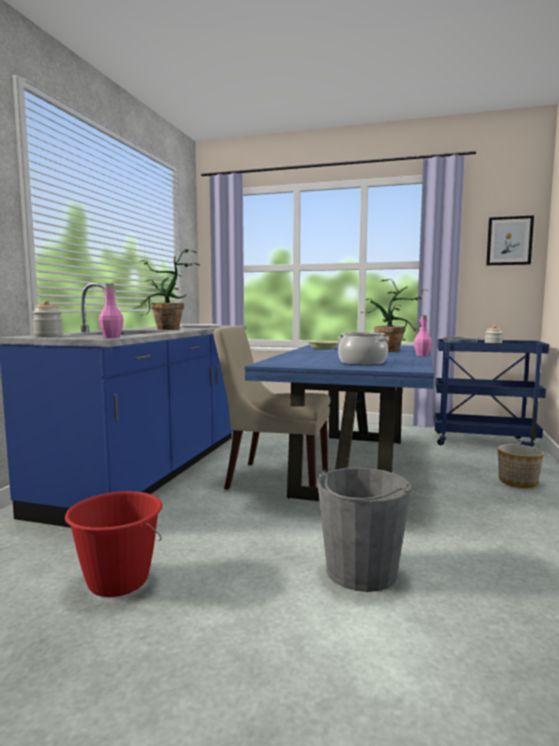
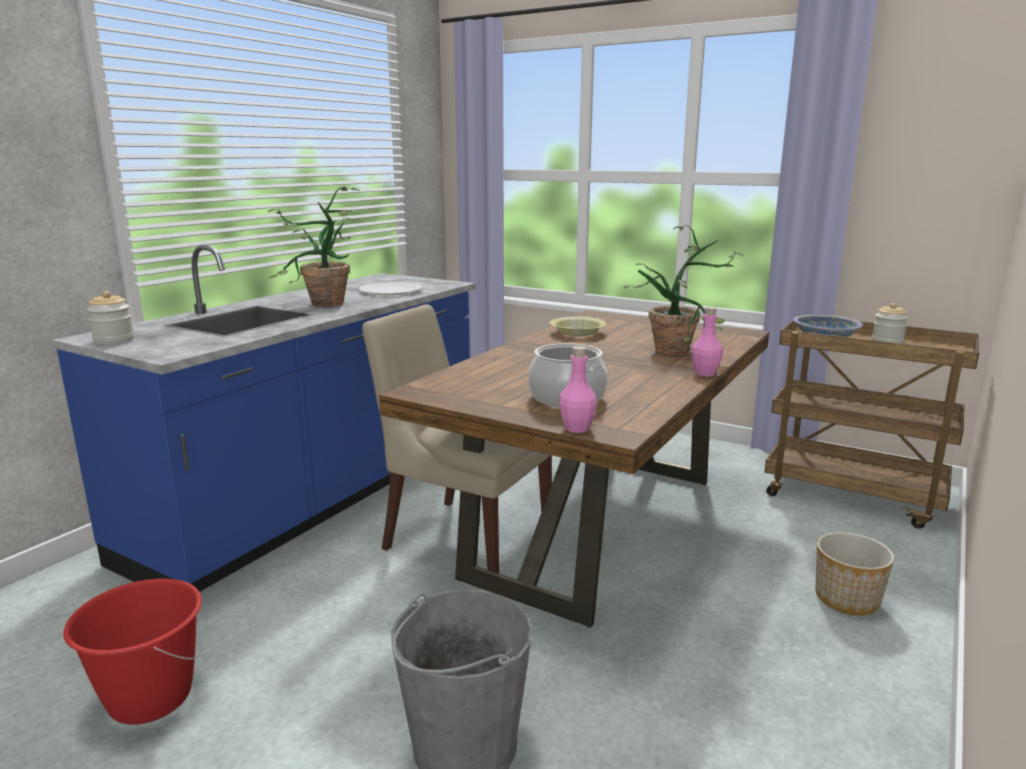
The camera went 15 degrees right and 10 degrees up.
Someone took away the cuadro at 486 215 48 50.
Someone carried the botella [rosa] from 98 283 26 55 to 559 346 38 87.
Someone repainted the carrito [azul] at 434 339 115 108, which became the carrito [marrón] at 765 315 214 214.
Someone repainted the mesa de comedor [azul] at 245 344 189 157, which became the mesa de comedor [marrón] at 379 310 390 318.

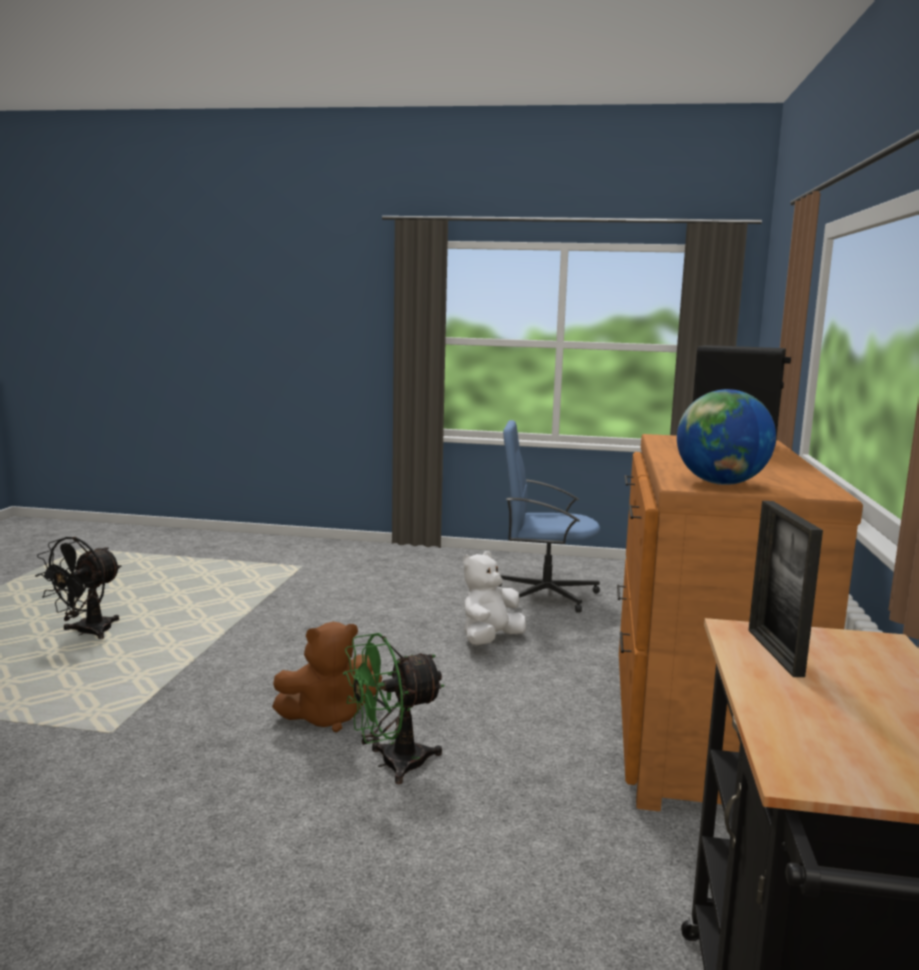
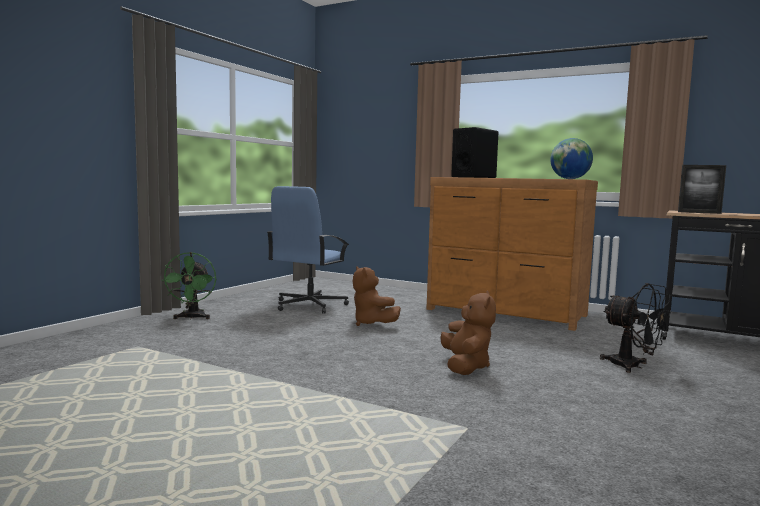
The camera went 70 degrees left and 5 degrees down.
Someone carried the ventilador [negro] from 35 537 86 102 to 600 283 71 90.
Someone repainted the peluche [blanco] at 463 551 63 94, which became the peluche [marrón] at 353 266 48 60.
Someone carried the ventilador [verde] from 343 633 102 151 to 161 252 55 68.

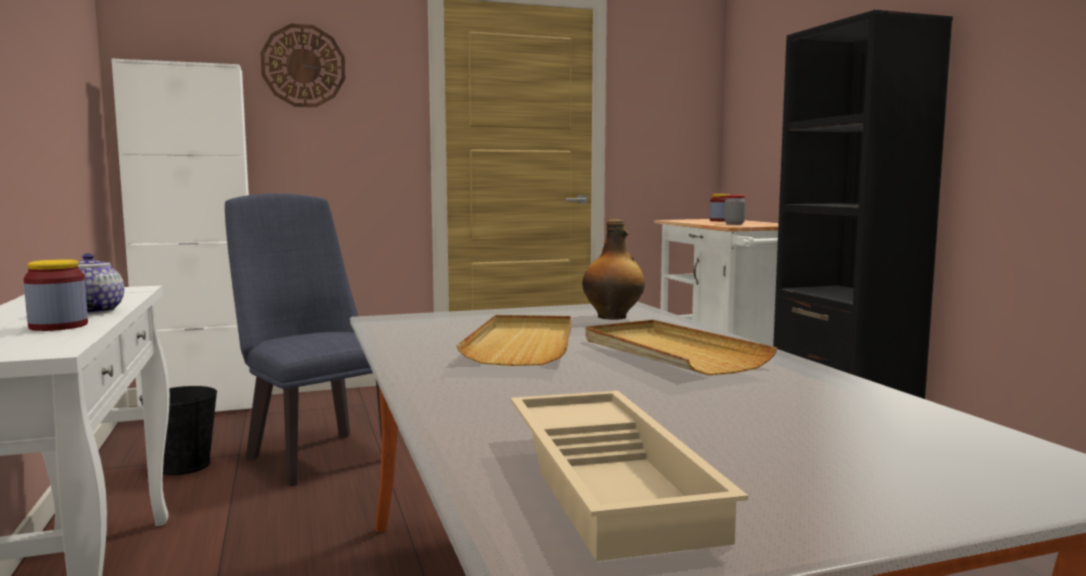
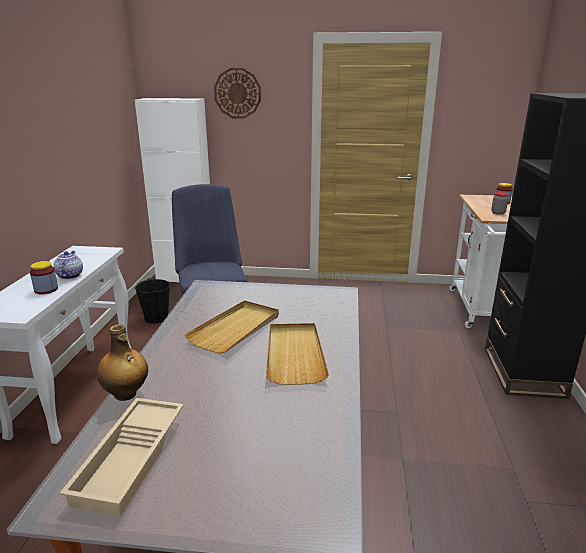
The camera went 25 degrees right and 15 degrees up.
Someone carried the botella from 582 220 63 100 to 97 324 51 77.

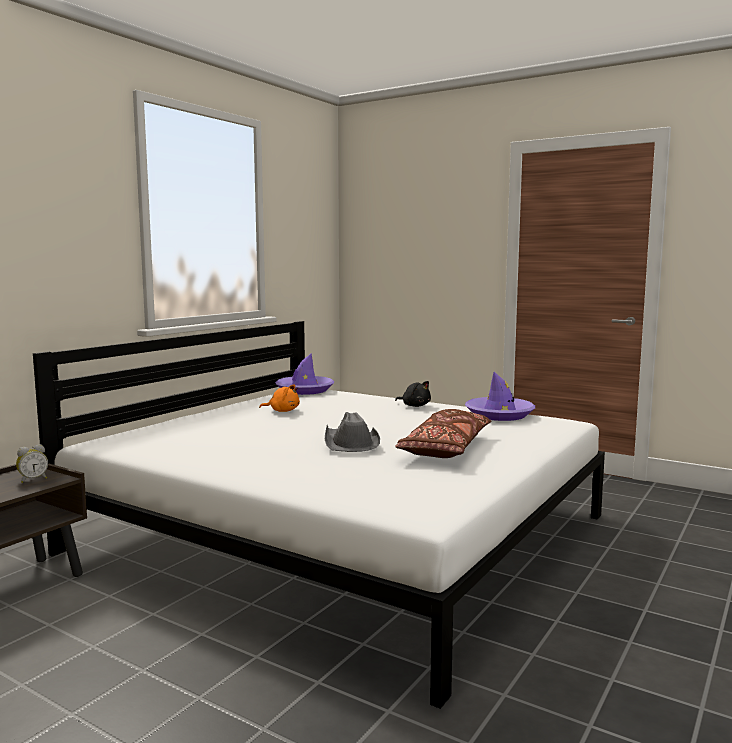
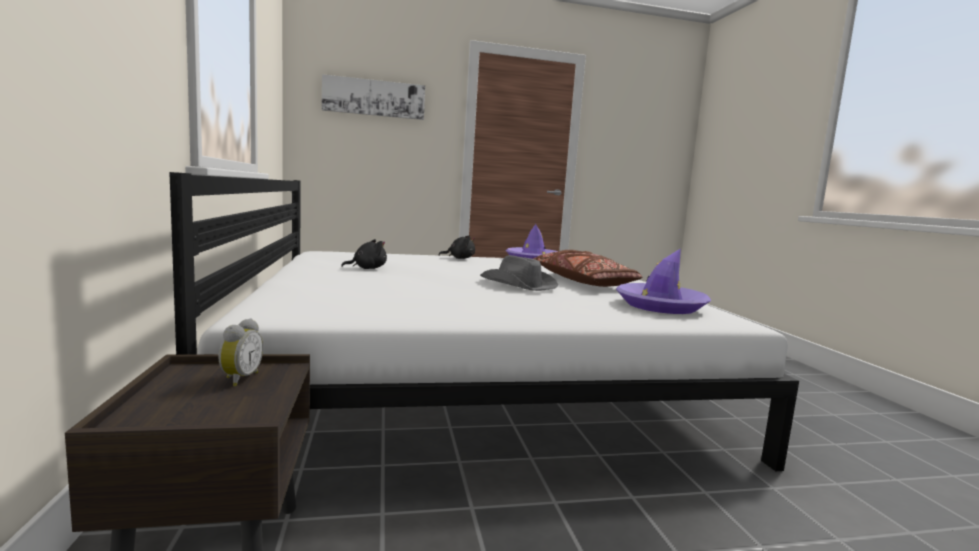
The camera went 45 degrees left and 0 degrees up.
Someone carried the sombrero [morado] from 275 353 59 42 to 616 248 95 66.
Someone repainted the peluche [naranja] at 259 384 41 28, which became the peluche [negro] at 341 239 46 30.
Someone put up the cuadro at 322 74 103 46.

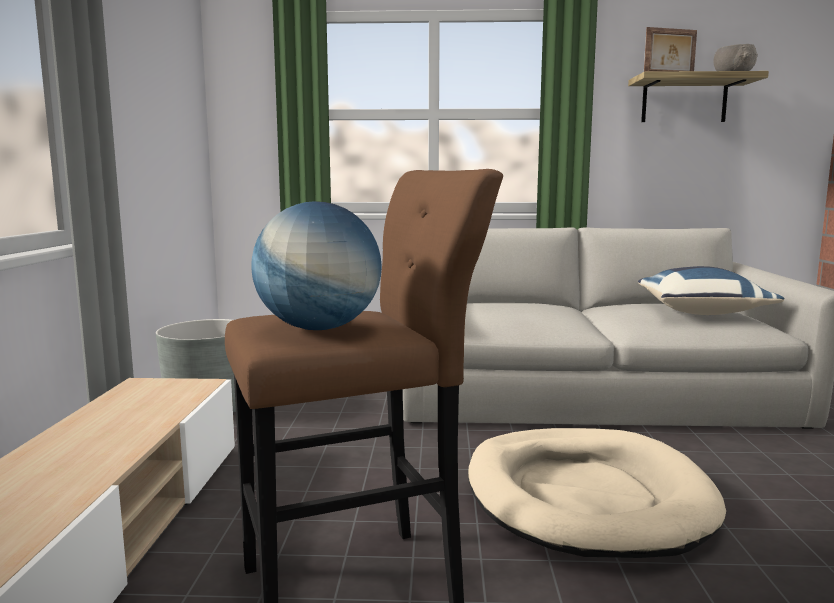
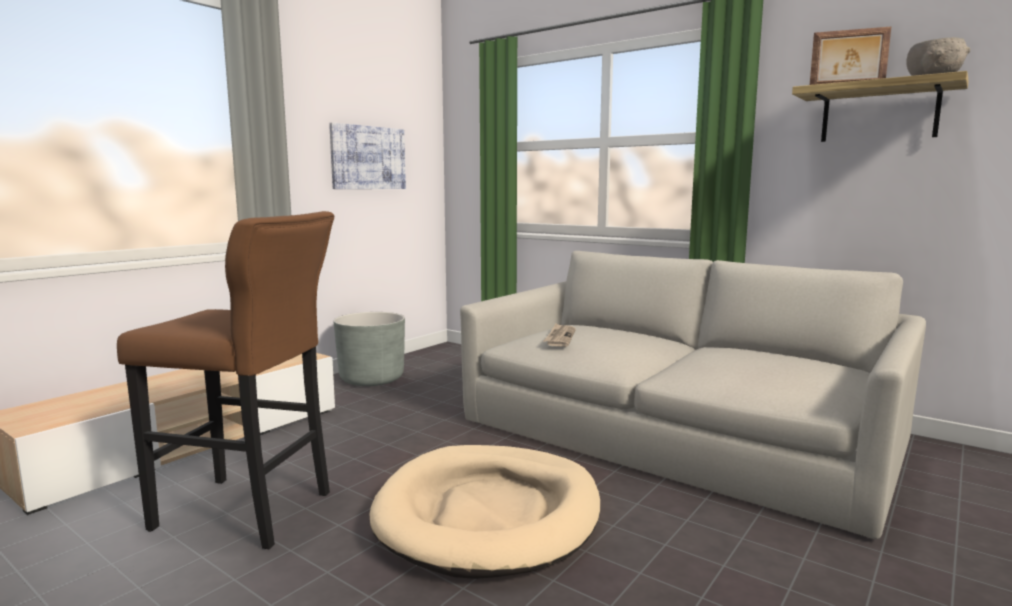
The camera went 35 degrees right and 0 degrees up.
Someone took away the globo terráqueo at 251 201 131 129.
Someone took away the cojín [azul] at 638 266 147 49.
Someone put up the cuadro at 329 122 77 67.
Someone put down the periódico at 544 324 32 23.

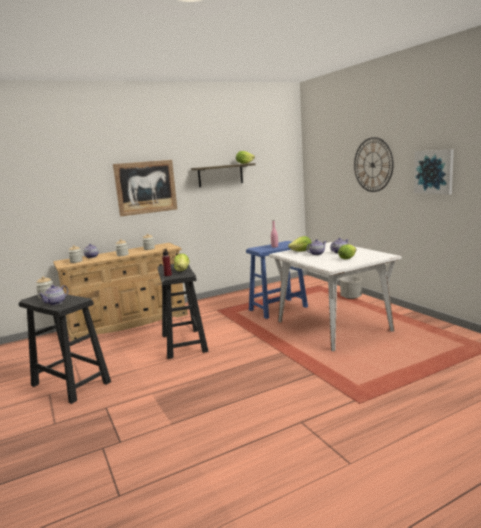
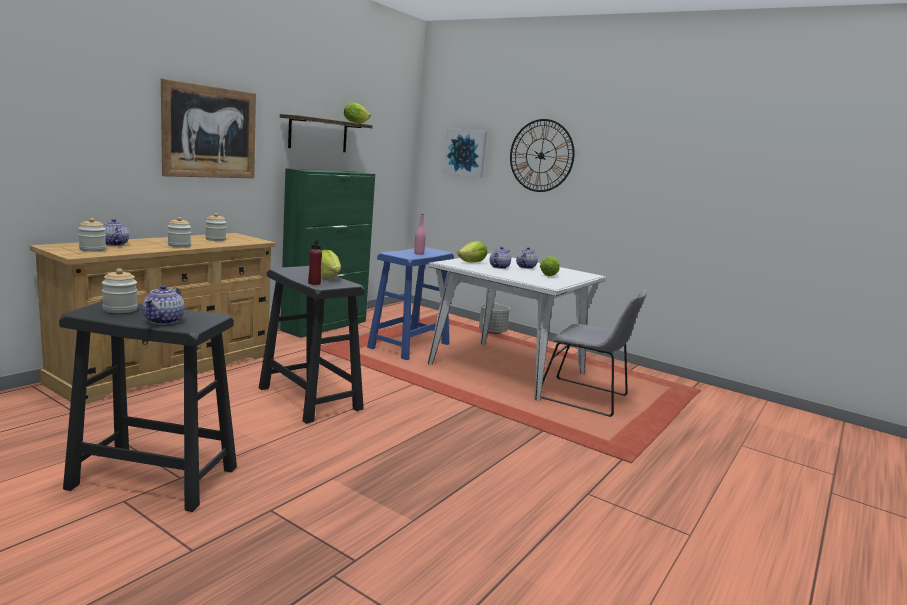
The camera went 30 degrees left and 0 degrees up.
Someone carried the cuadro from 414 149 40 46 to 444 128 43 50.
Someone put down the armario [verde] at 280 168 95 170.
Someone put down the silla [gris] at 541 290 106 127.

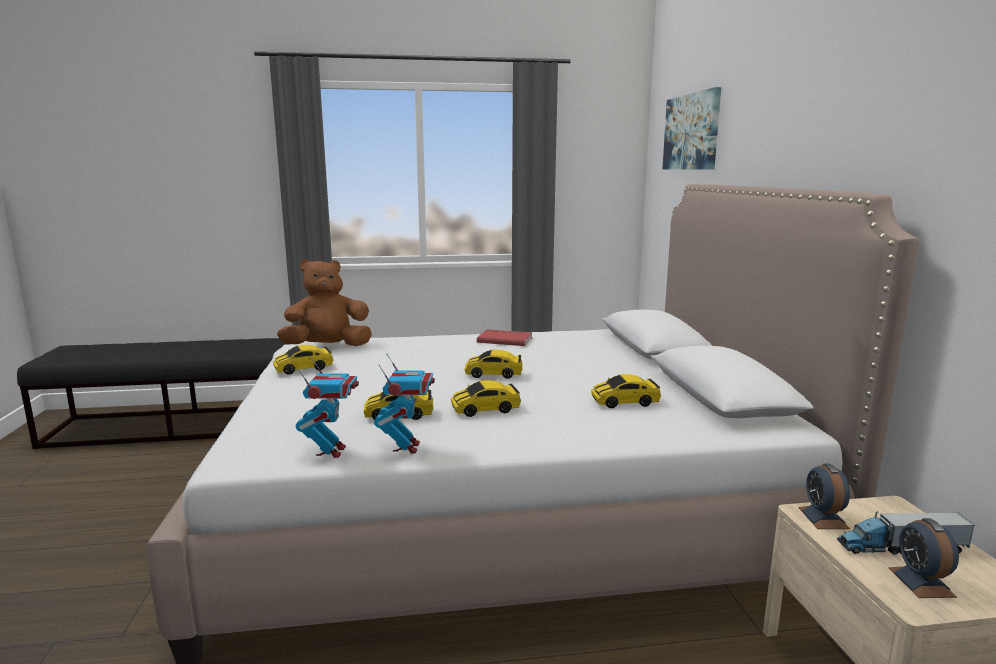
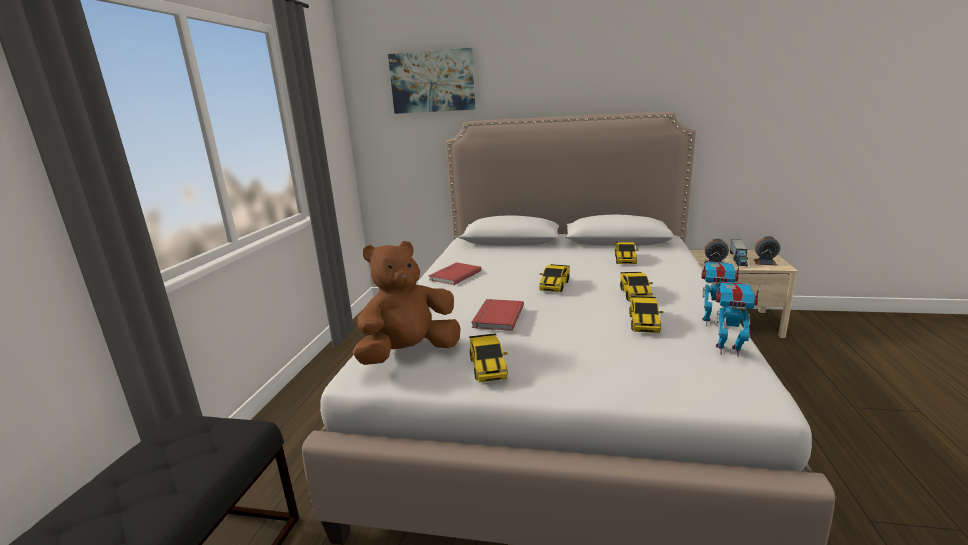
The camera went 70 degrees left and 5 degrees up.
Someone rotated the peluche [marrón] at 277 259 95 87 by 60 degrees clockwise.
Someone put down the libro [rojo] at 471 299 53 32.

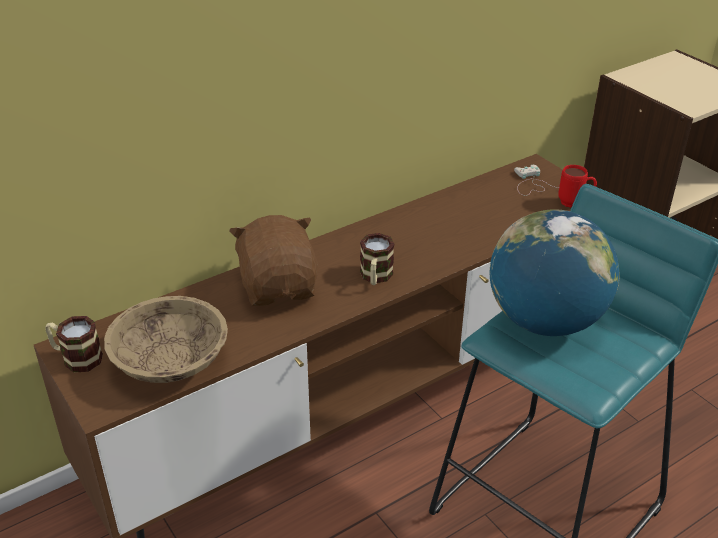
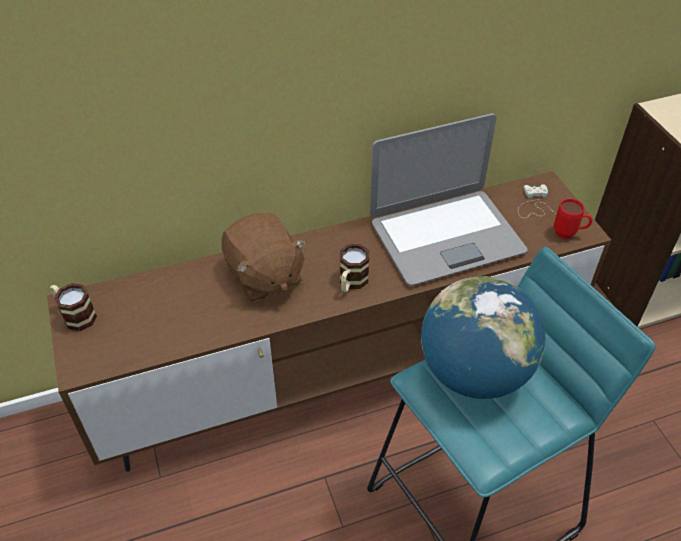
The camera went 15 degrees right and 10 degrees up.
Someone rotated the peluche [marrón] at 229 215 89 91 by 150 degrees clockwise.
Someone took away the cuenco [beis] at 104 296 124 87.
Someone put down the portátil at 370 113 158 173.

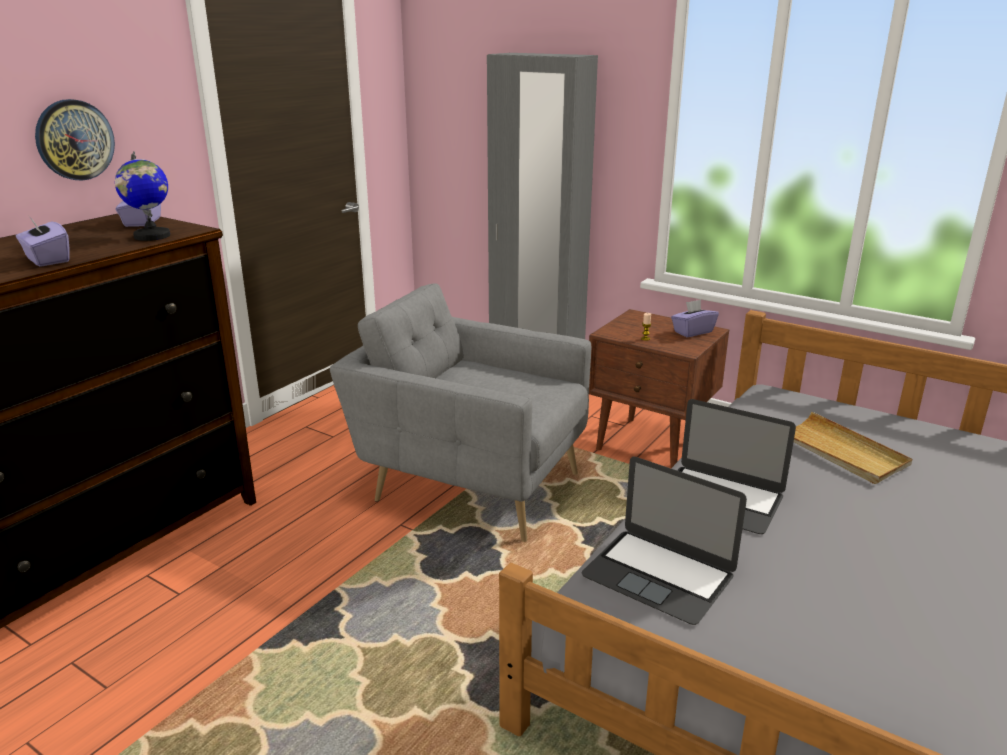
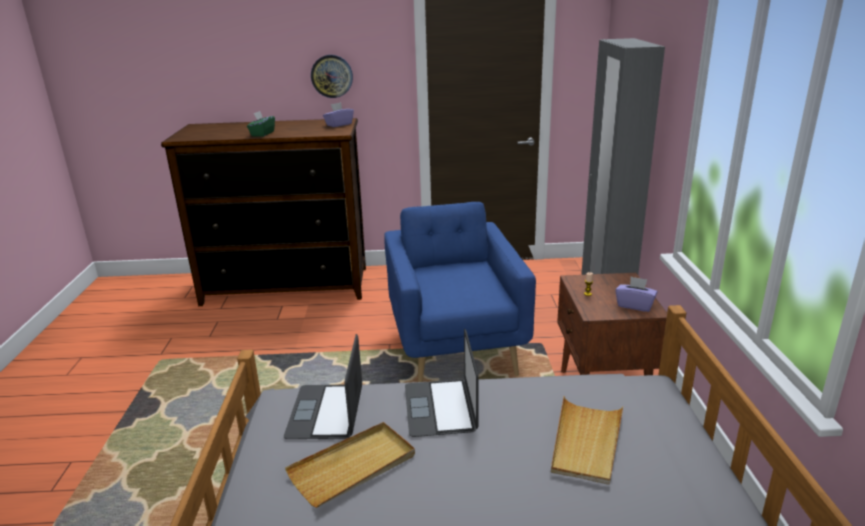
The camera went 55 degrees right and 0 degrees up.
Someone took away the globo terráqueo at 115 151 55 90.
Someone repainted the caja de pañuelos [morado] at 16 215 54 52, which became the caja de pañuelos [verde] at 247 111 28 26.
Someone repainted the sillón [gris] at 330 283 262 259, which became the sillón [azul] at 384 202 152 180.
Someone put down the bandeja [beis] at 285 422 130 86.

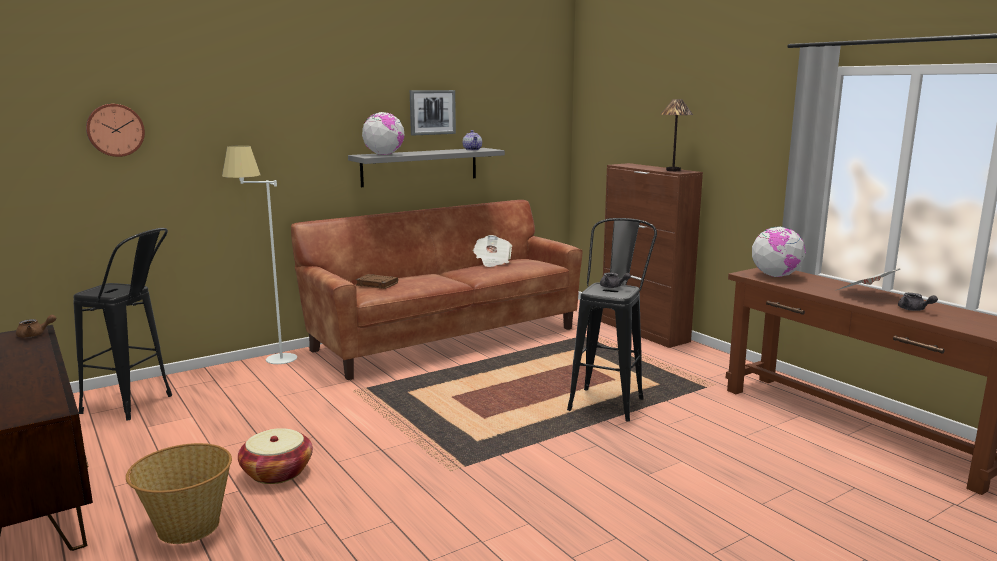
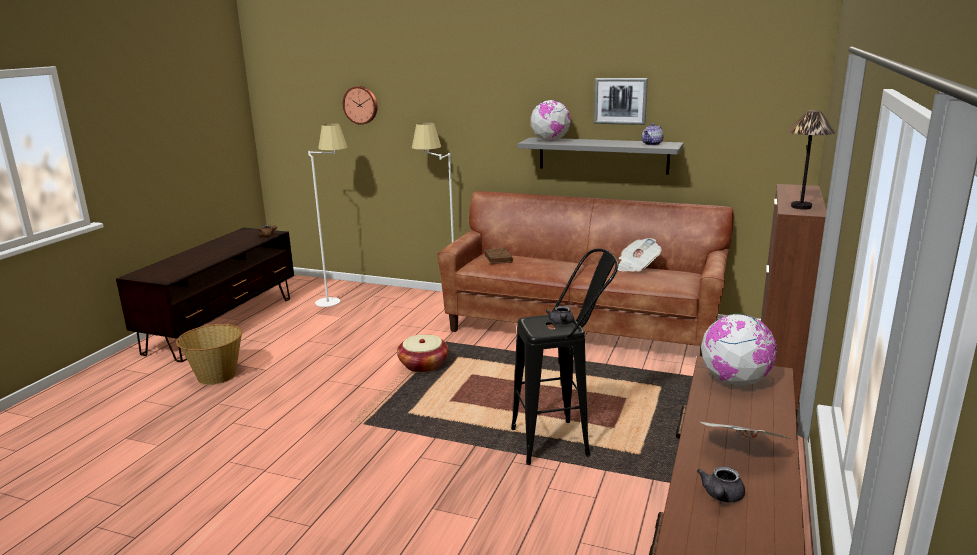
The camera went 55 degrees right and 5 degrees up.
Someone swapped the taburete [negro] at 73 228 99 192 for the lámpara de pie [blanco] at 308 123 39 184.
Someone carried the cesta from 238 428 75 56 to 397 334 52 39.

